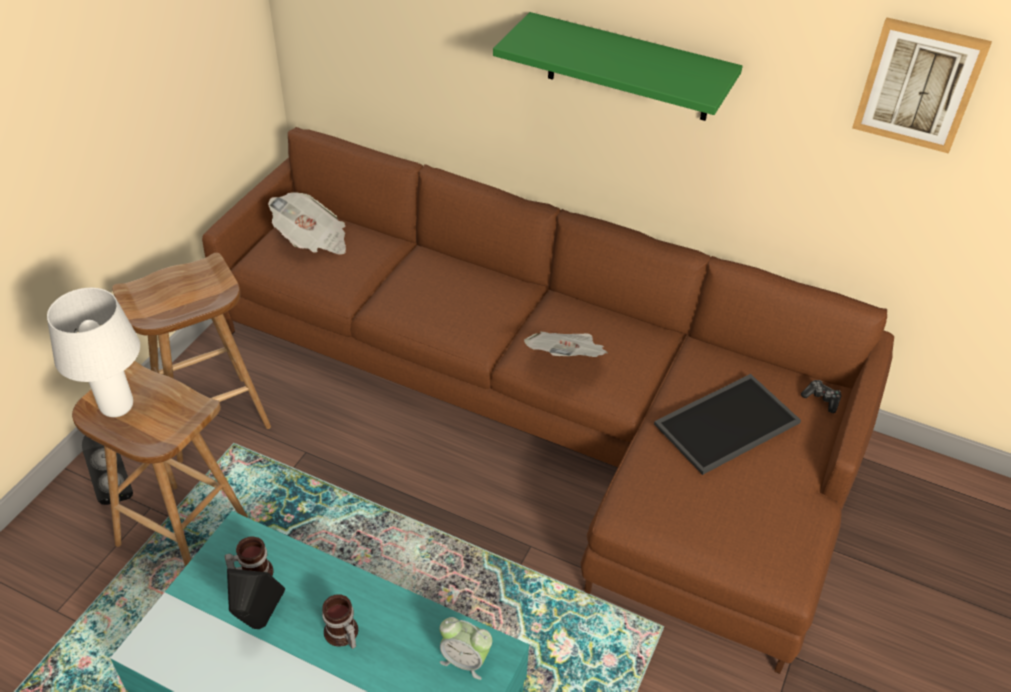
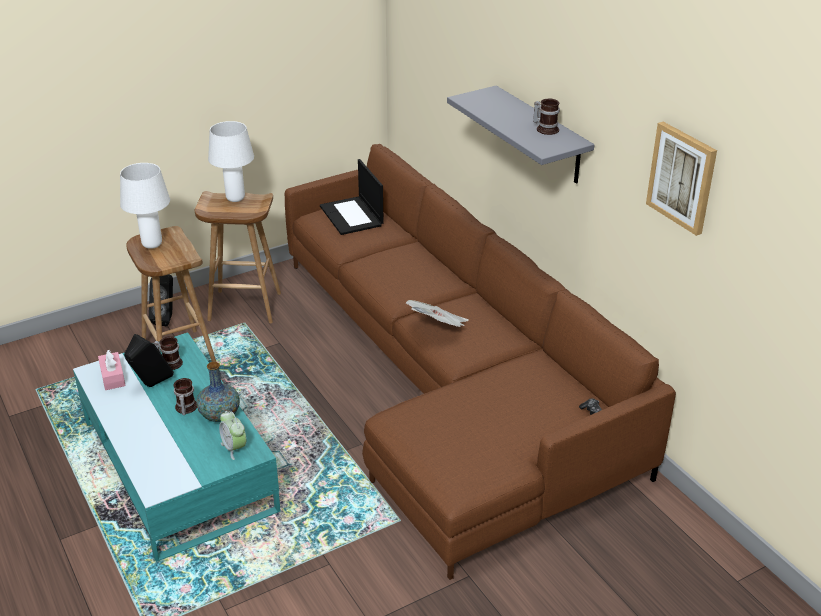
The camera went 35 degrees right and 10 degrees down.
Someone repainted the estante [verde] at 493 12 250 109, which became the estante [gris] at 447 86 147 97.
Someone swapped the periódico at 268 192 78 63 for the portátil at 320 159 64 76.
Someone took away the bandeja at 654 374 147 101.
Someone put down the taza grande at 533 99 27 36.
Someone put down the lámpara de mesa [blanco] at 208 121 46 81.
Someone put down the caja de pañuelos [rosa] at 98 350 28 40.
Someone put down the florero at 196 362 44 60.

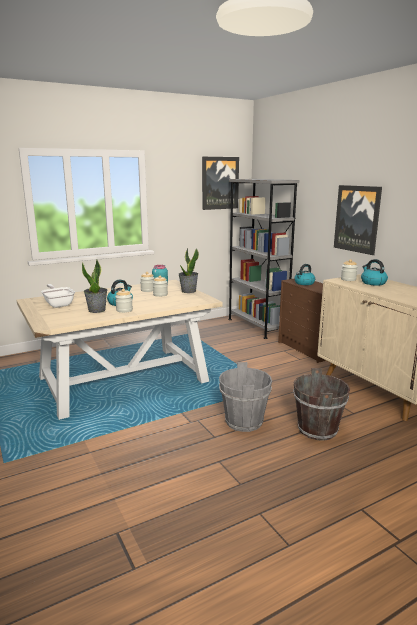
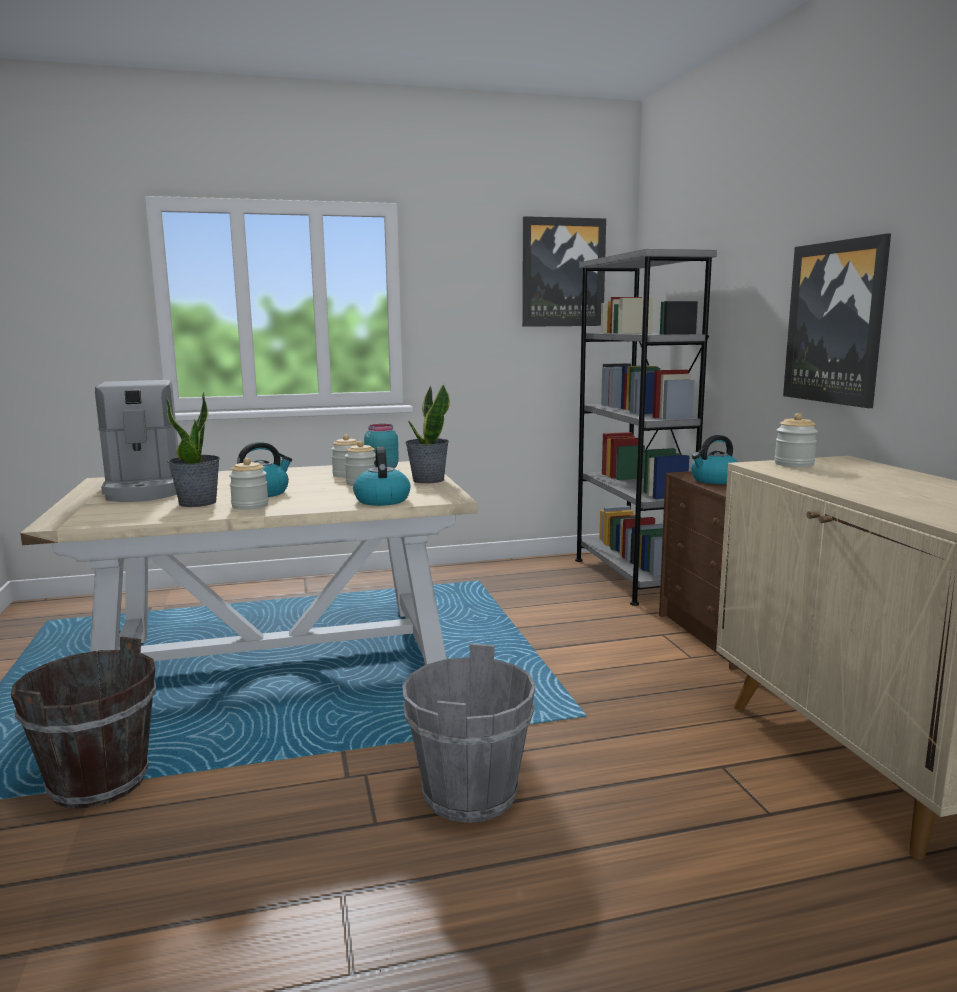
The camera went 15 degrees right and 5 degrees down.
Someone carried the hervidor from 361 259 27 27 to 353 447 57 59.
Someone swapped the sartén at 41 284 34 24 for the cafetera at 95 380 83 122.
Someone carried the cubo [marrón] from 293 368 57 73 to 11 636 145 173.

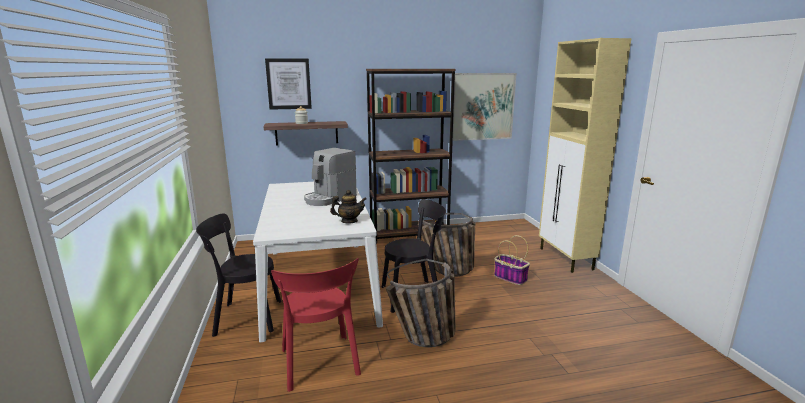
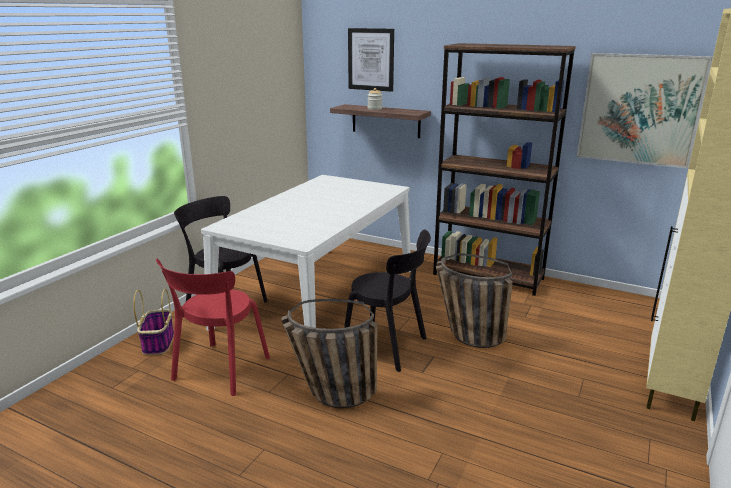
The camera went 40 degrees right and 5 degrees up.
Someone took away the cafetera at 304 148 53 58.
Someone took away the tetera at 330 190 36 34.
Someone carried the cesta from 494 235 36 50 to 133 289 41 66.

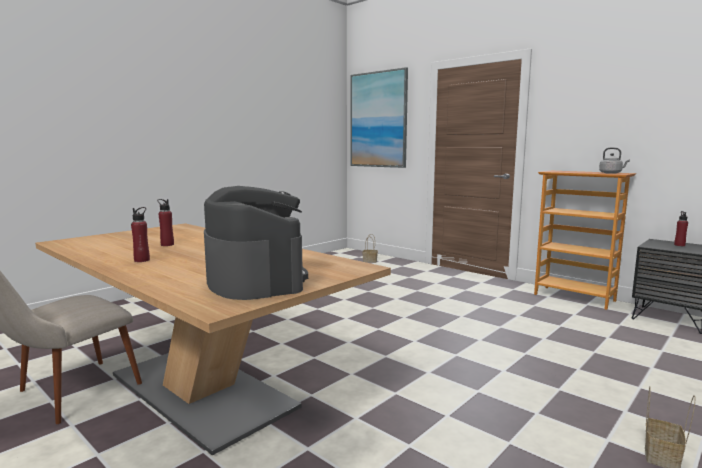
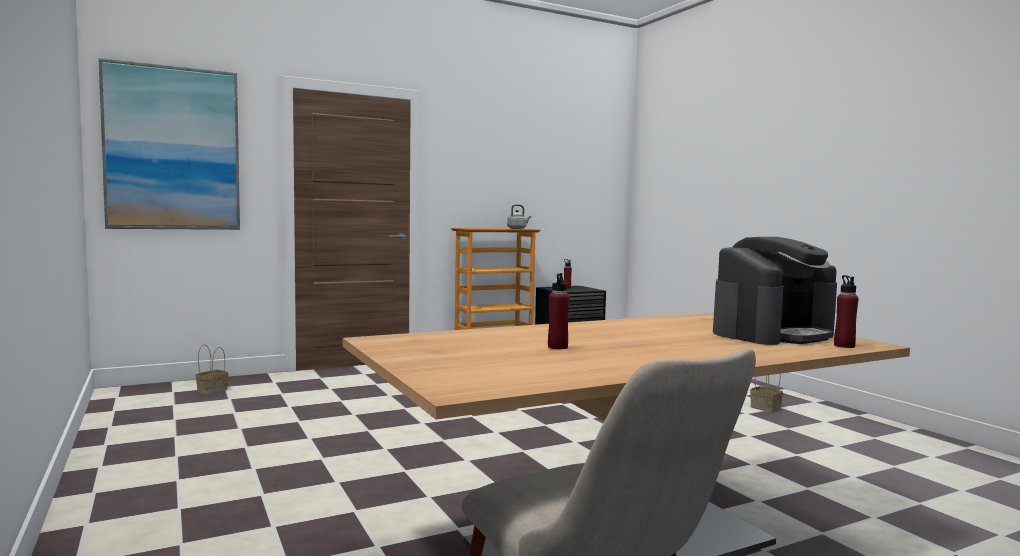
The camera went 70 degrees left and 5 degrees down.
Someone rotated the cafetera at 204 186 104 114 by 150 degrees clockwise.
Someone carried the botella [rojo] from 131 207 19 55 to 834 275 25 73.

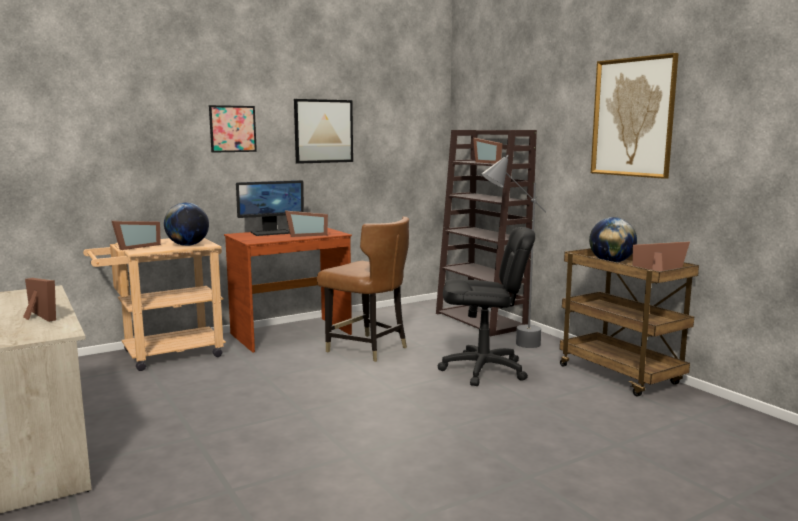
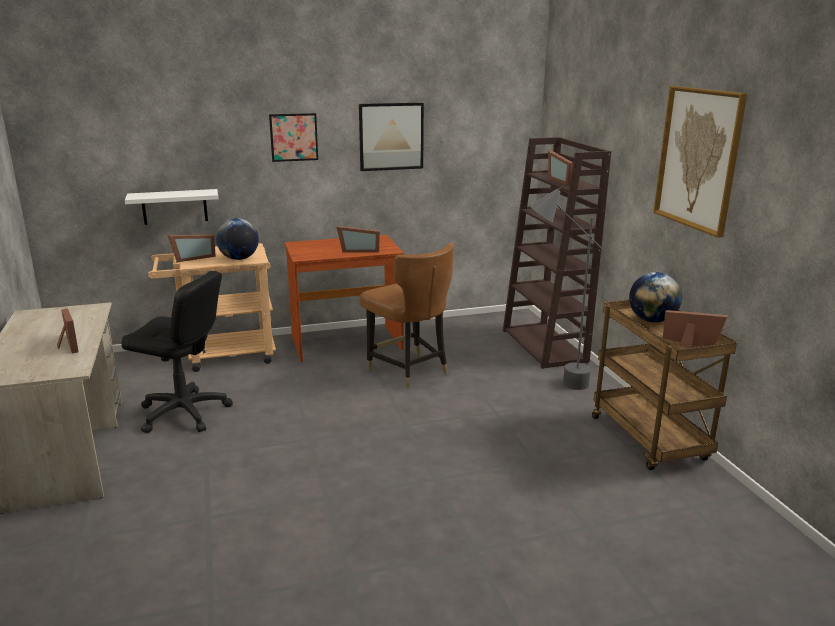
The camera went 15 degrees right and 10 degrees up.
Someone took away the monitor at 236 180 68 56.
Someone carried the silla de oficina [negro] from 438 227 97 159 to 121 271 112 162.
Someone put up the estante [blanco] at 125 189 93 36.

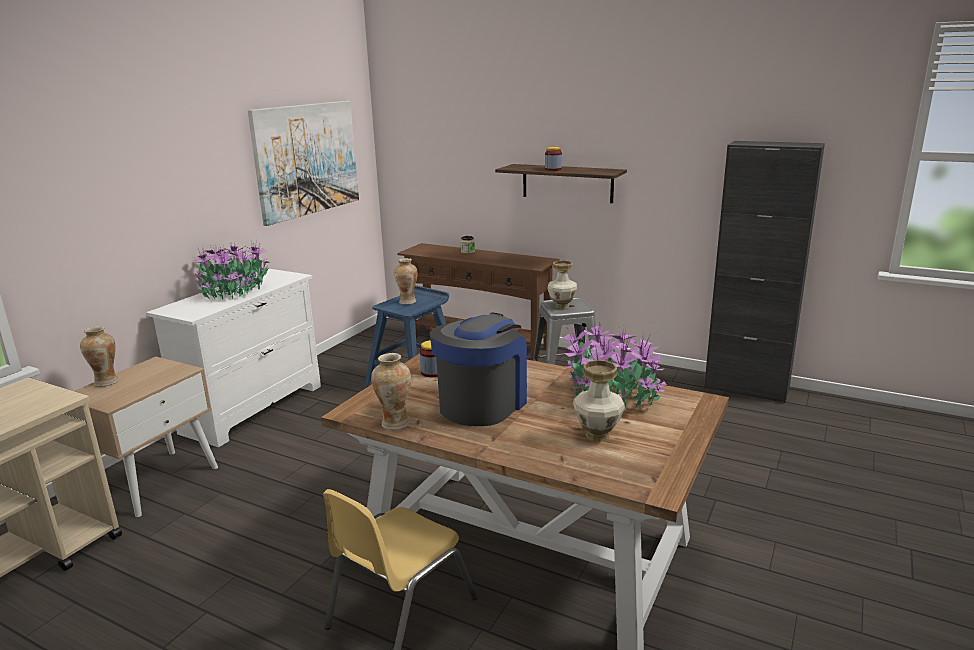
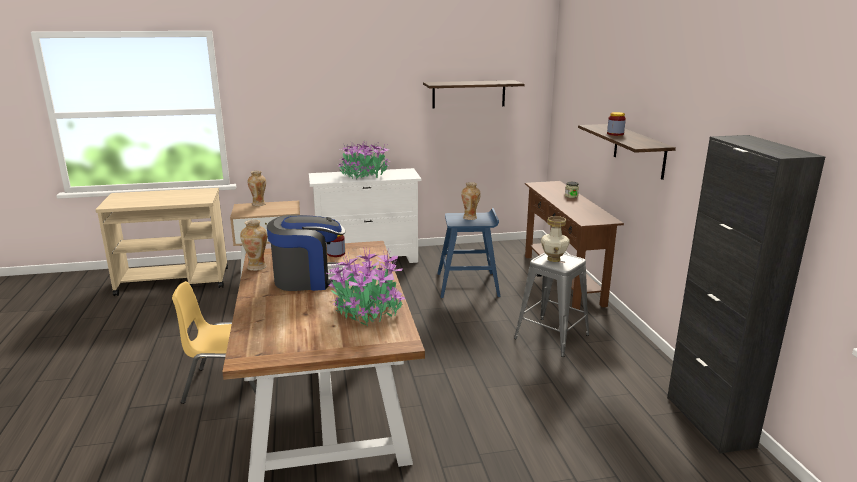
The camera went 50 degrees right and 0 degrees up.
Someone swapped the cuadro at 248 101 111 125 for the estante at 423 80 102 28.
Someone took away the florero at 573 360 52 82.

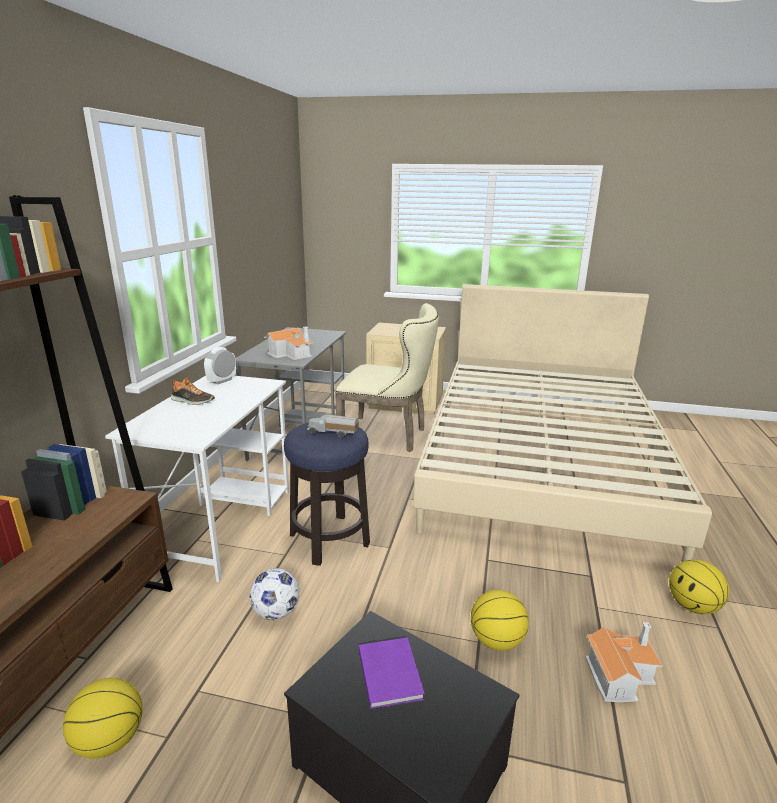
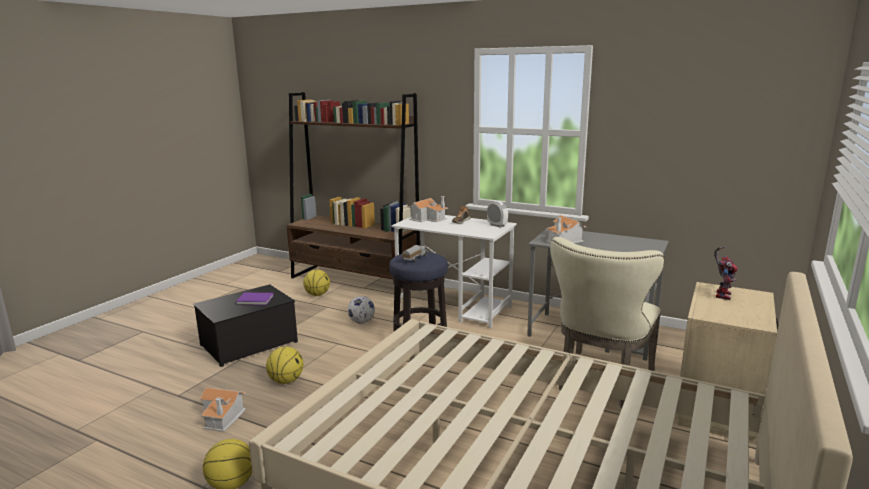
The camera went 105 degrees right and 5 degrees down.
Someone put down the casita at 408 196 40 26.
Someone put down the robot de juguete at 714 246 24 54.

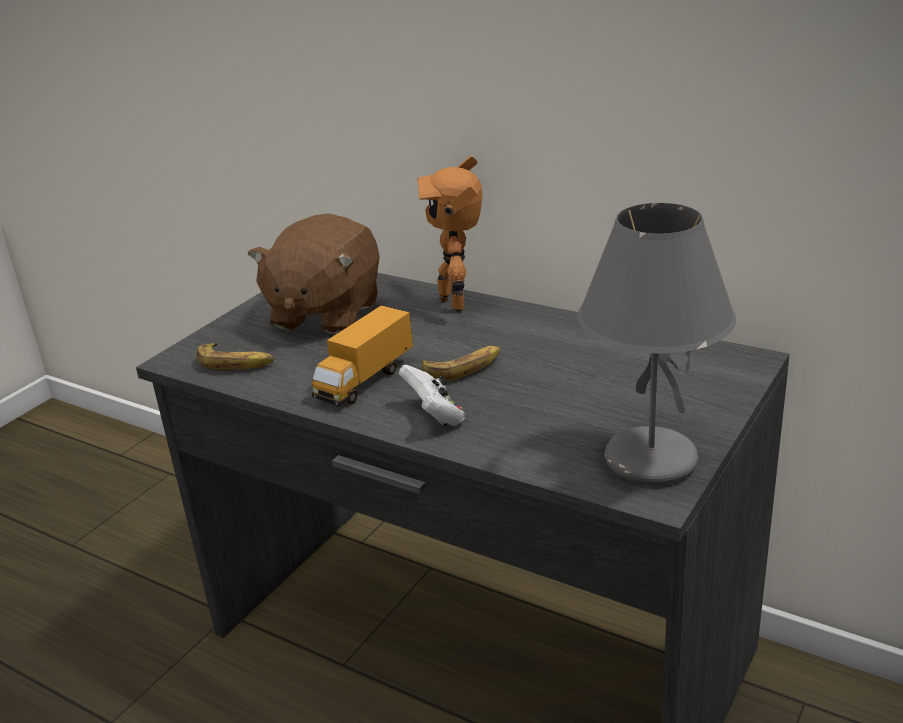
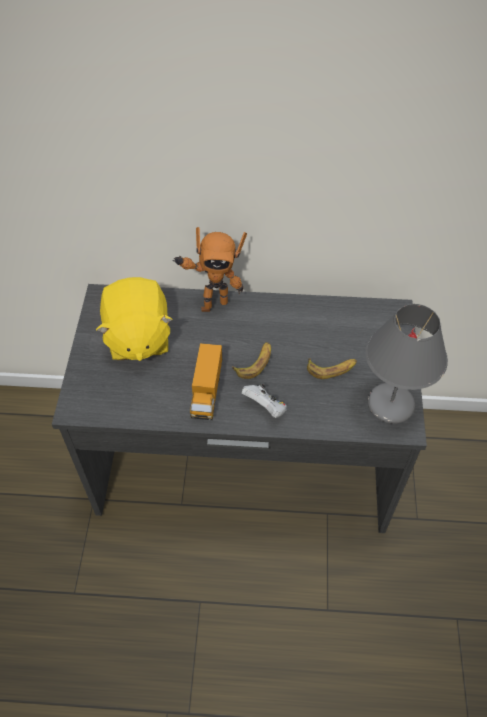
The camera went 30 degrees left and 25 degrees up.
Someone rotated the robot de juguete at 417 156 65 155 by 60 degrees counterclockwise.
Someone repainted the peluche [marrón] at 248 213 132 121, which became the peluche [amarillo] at 96 277 77 84.
Someone carried the plátano from 196 343 78 27 to 307 358 50 21.

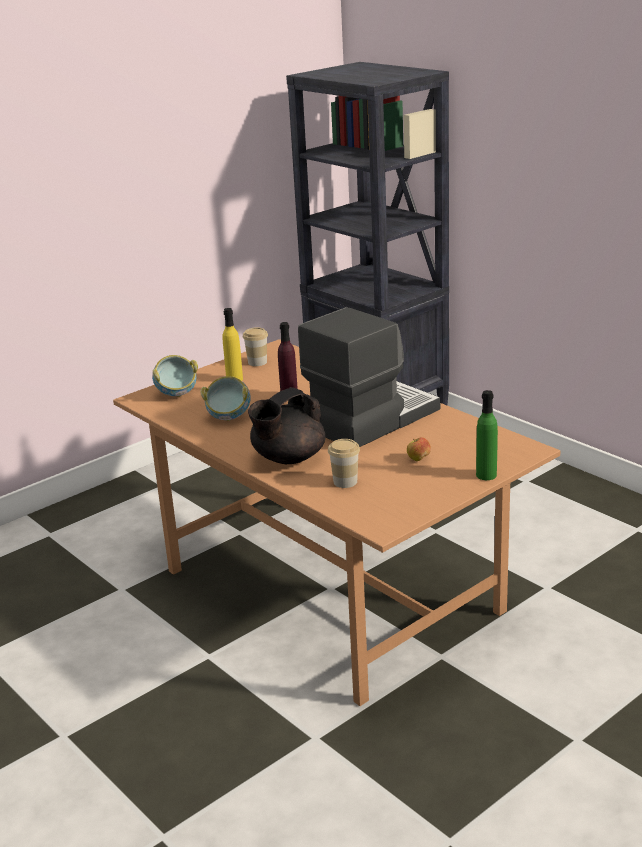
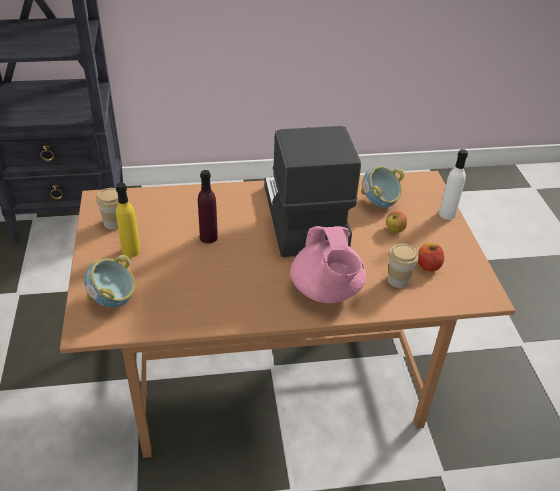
The camera went 60 degrees left and 15 degrees up.
Someone carried the cuenco from 200 376 51 45 to 361 166 43 42.
Someone repainted the tetera [negro] at 248 387 77 77, which became the tetera [rosa] at 290 226 76 77.
Someone repainted the botella [verde] at 476 390 22 90, which became the botella [blanco] at 439 149 29 71.
Someone put down the manzana at 418 243 26 29.

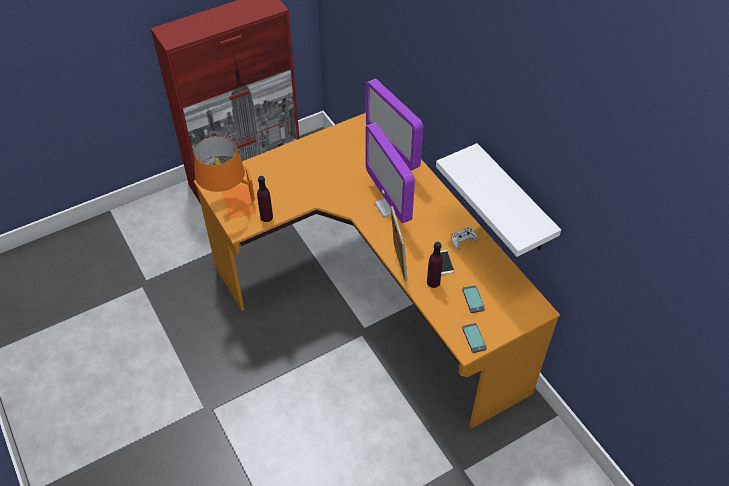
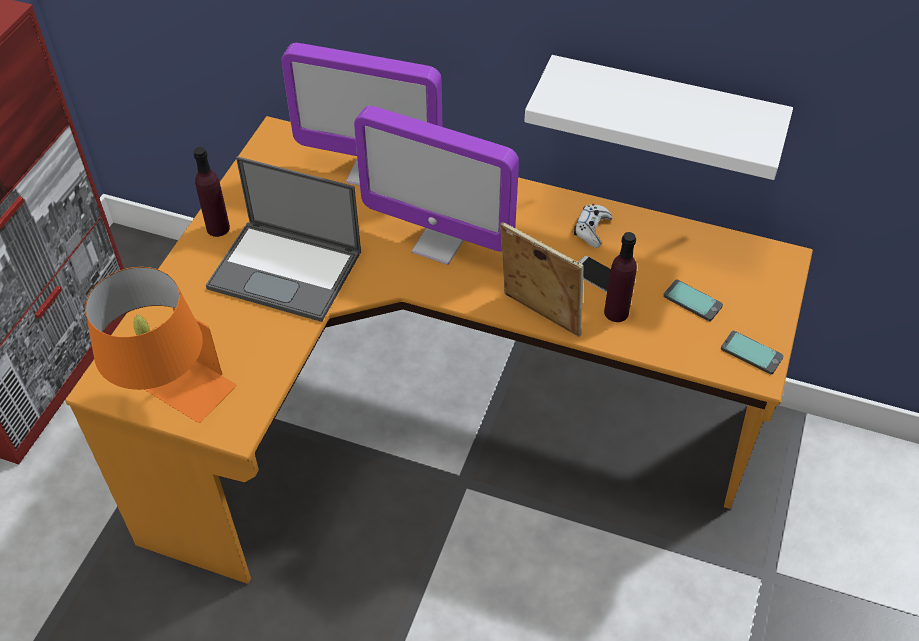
The camera went 40 degrees left and 0 degrees up.
Someone carried the botella [morado] from 257 176 16 46 to 193 147 37 90.
Someone put down the portátil at 206 156 155 166.

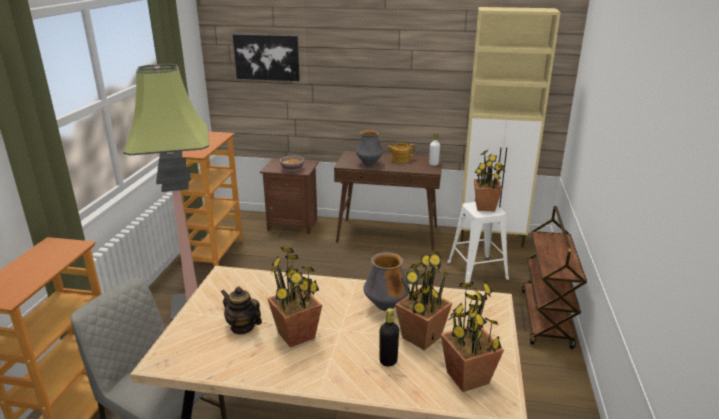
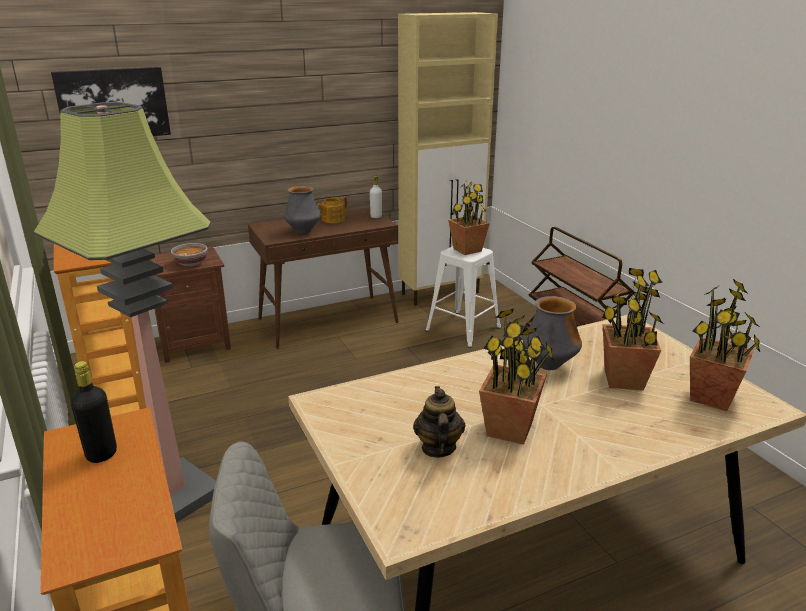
The camera went 35 degrees left and 0 degrees up.
Someone rotated the tetera at 221 287 41 48 by 90 degrees clockwise.
Someone carried the botella [negro] from 380 308 19 58 to 71 361 46 102.

